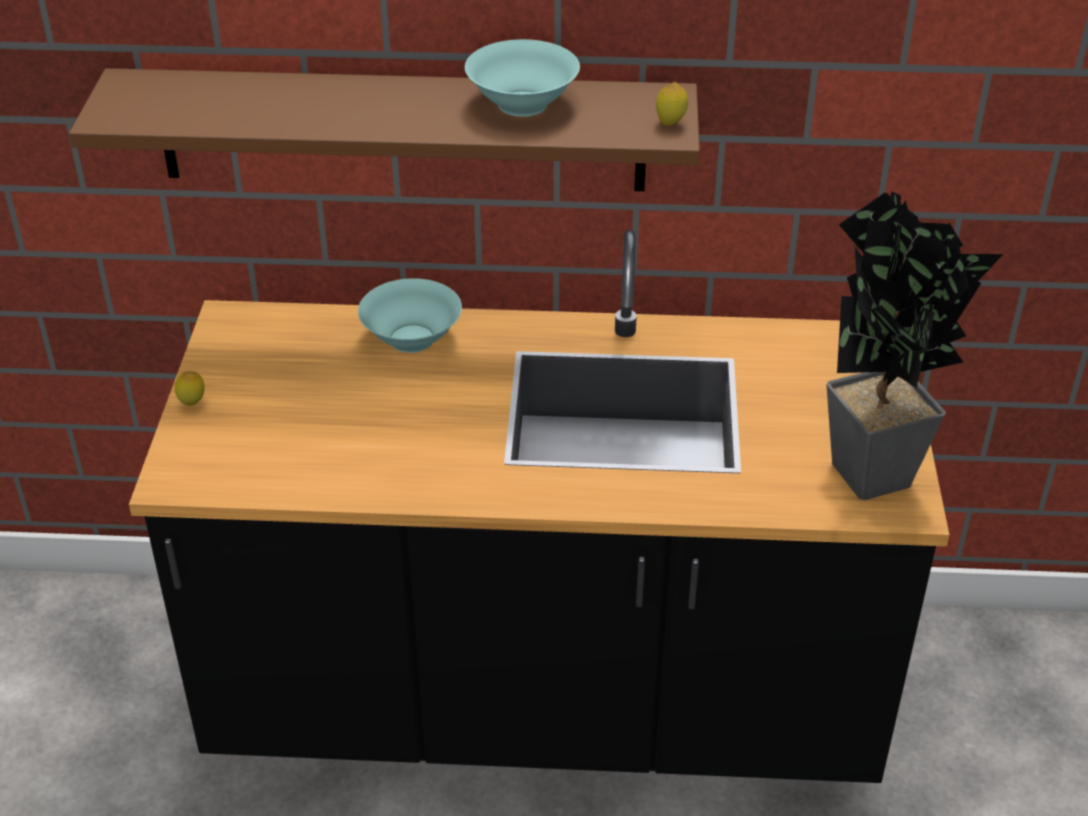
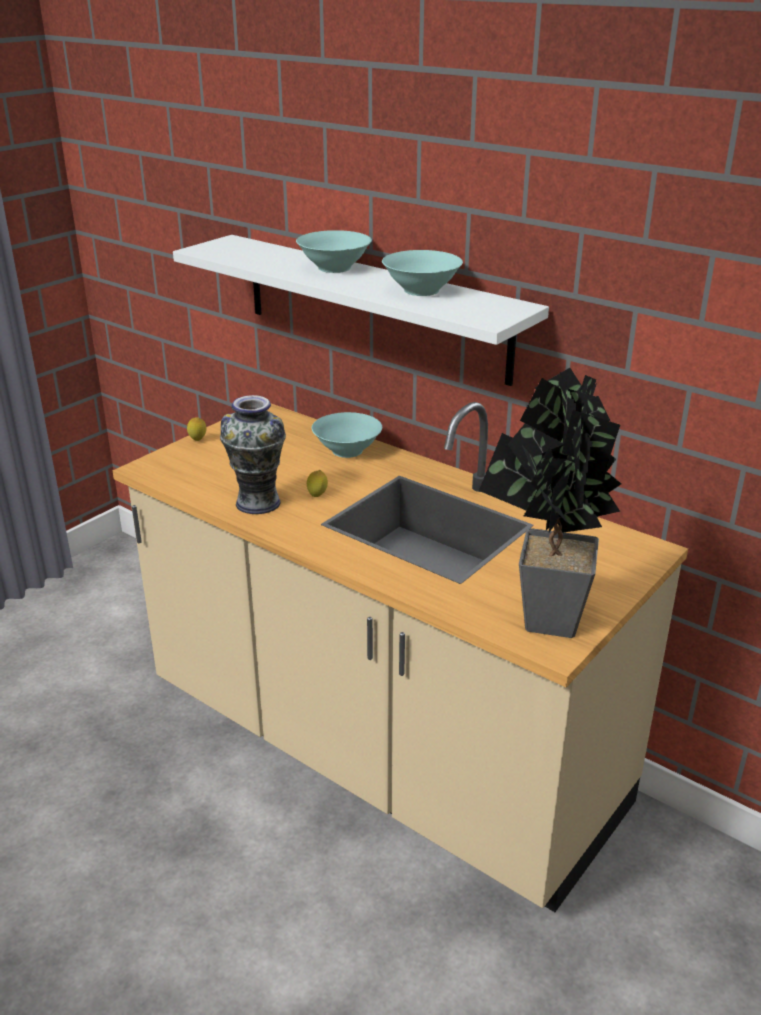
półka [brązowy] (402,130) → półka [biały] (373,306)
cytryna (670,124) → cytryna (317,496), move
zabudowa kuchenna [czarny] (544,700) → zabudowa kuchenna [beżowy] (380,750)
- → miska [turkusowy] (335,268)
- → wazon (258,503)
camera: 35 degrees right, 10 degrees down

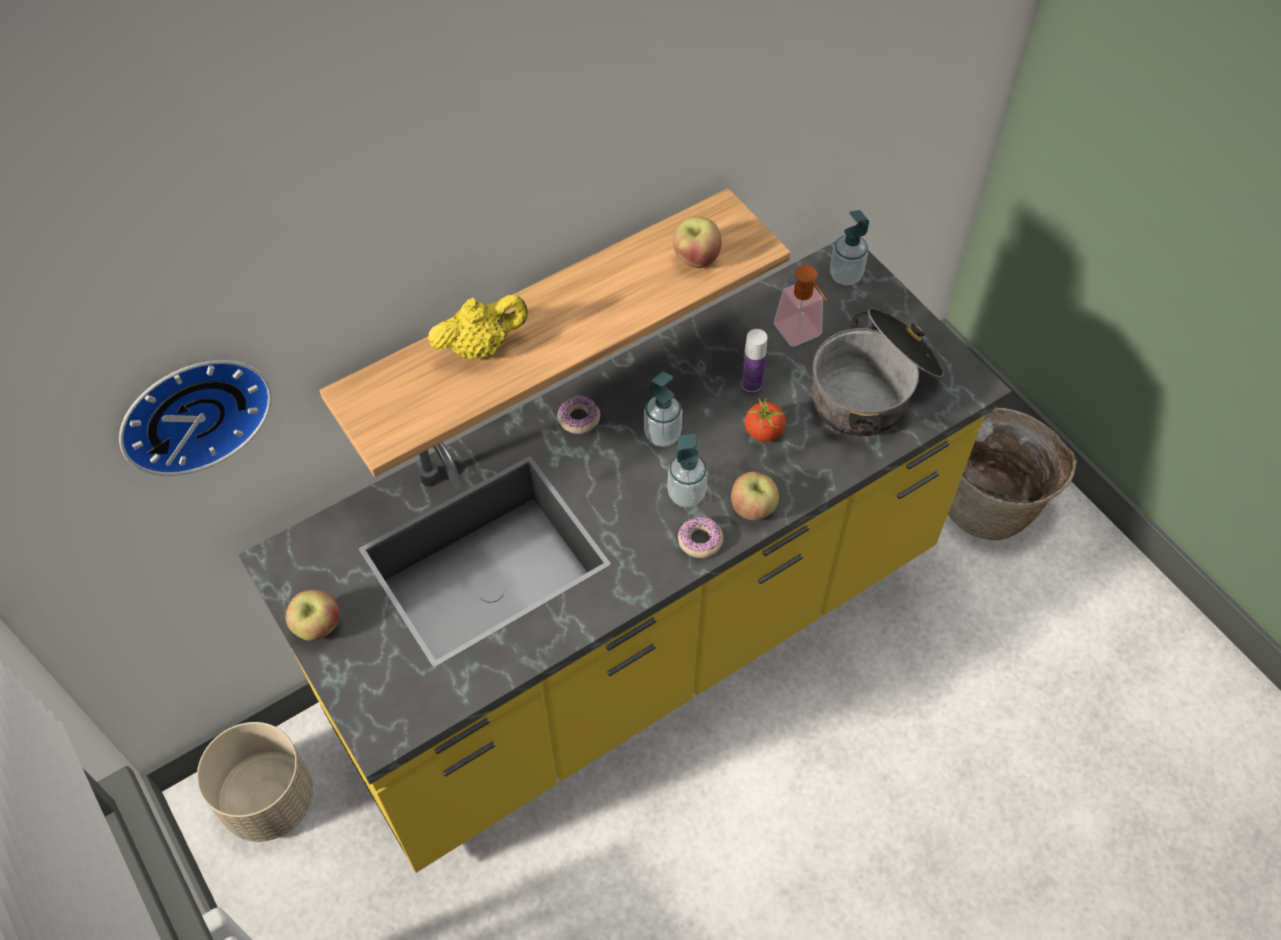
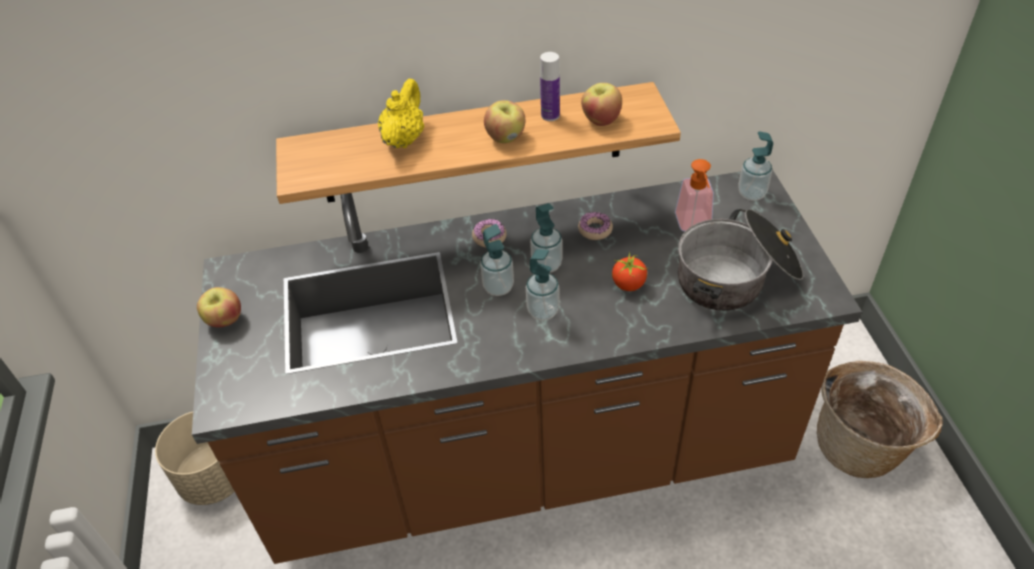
zabudowa kuchenna [żółty] (640,640) → zabudowa kuchenna [brązowy] (527,458)
imbryk [żółty] (481,347) → imbryk [żółty] (404,139), 75 degrees counterclockwise
butelka (751,384) → butelka (550,115), move
zegar ścienny (192,410) → -
jabłko (753,508) → jabłko (506,137), move
donut (700,540) → donut (595,230), move
- → dozownik mydła (498,287)
camera: 25 degrees right, 10 degrees down

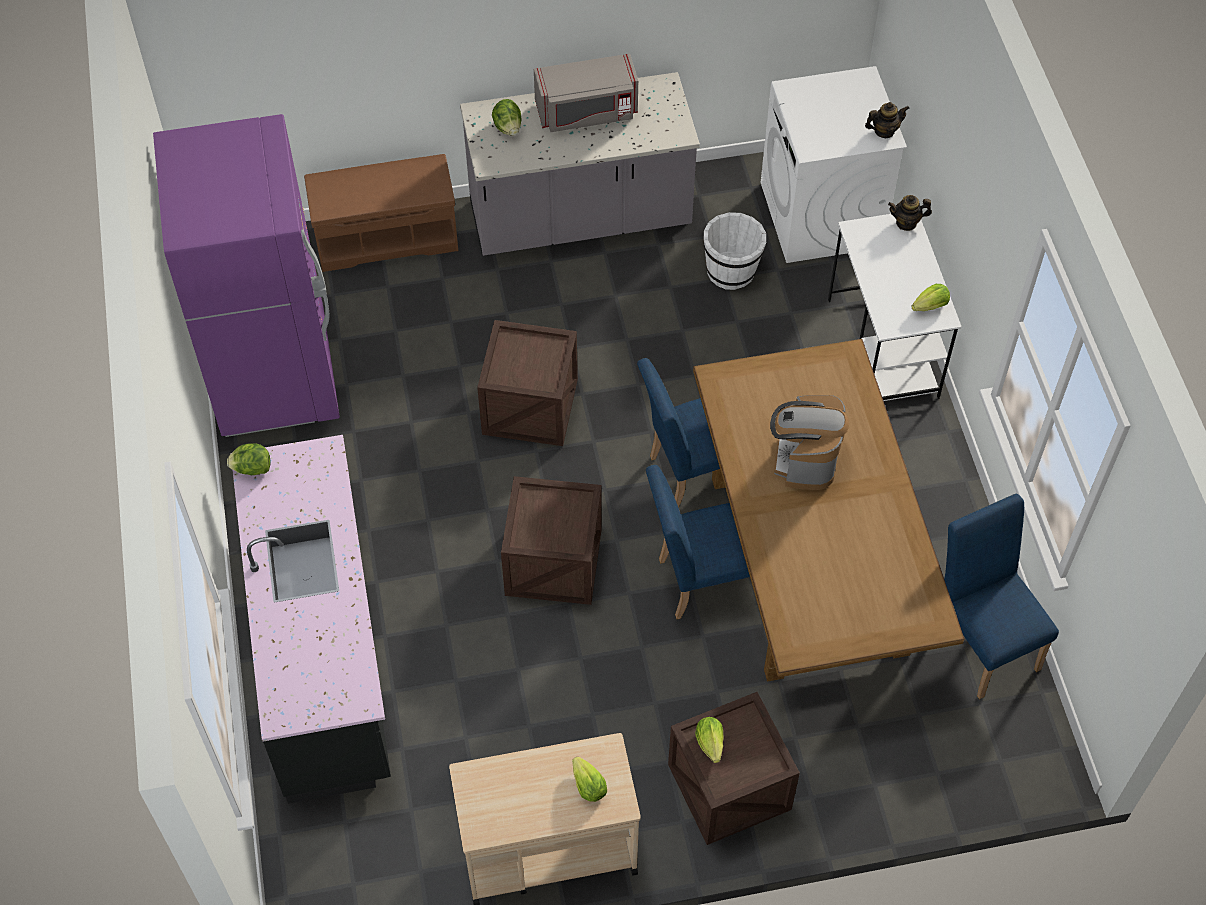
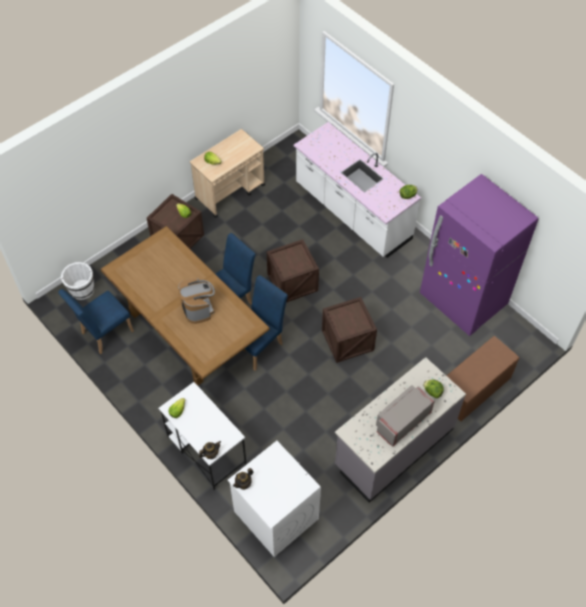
wiadro [biały] (731,271) → wiadro [biały] (82,290), move
zabudowa kuchenna [czarny] (324,653) → zabudowa kuchenna [biały] (352,212)
krzesło [niebieski] (981,640) → krzesło [niebieski] (104,334), 105 degrees clockwise
camera: 150 degrees right, 0 degrees up

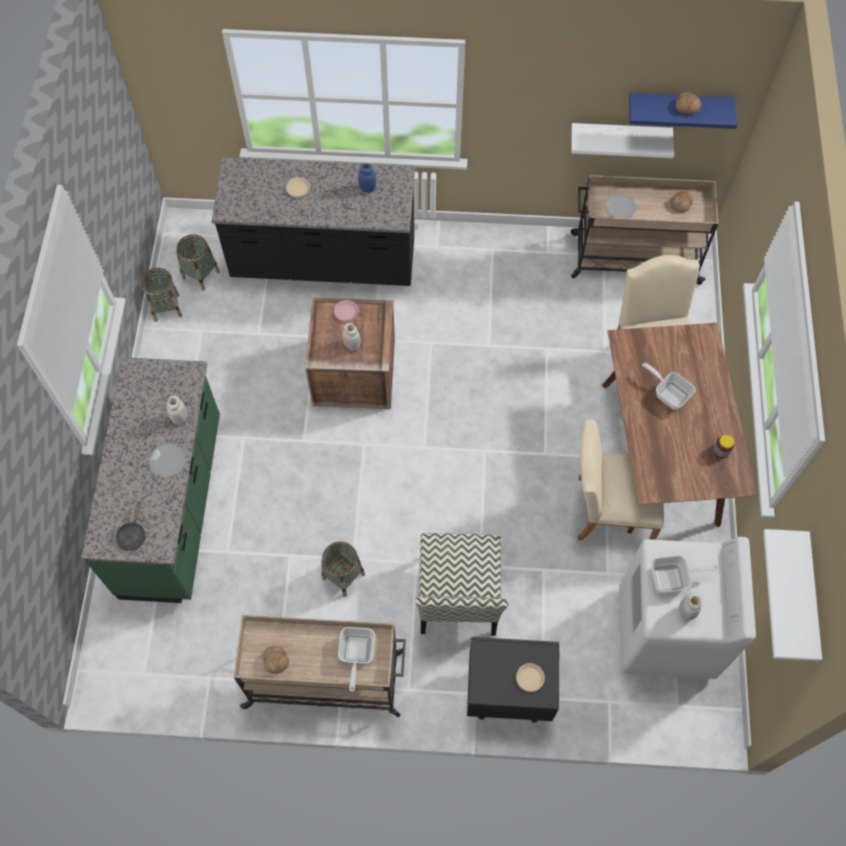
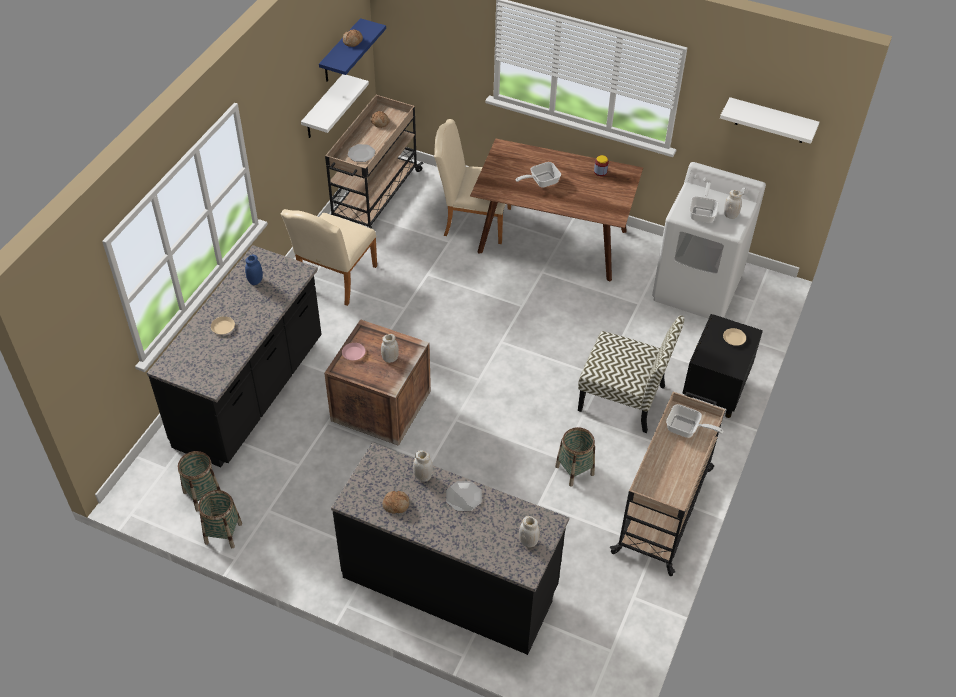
zabudowa kuchenna [zielony] (174,506) → zabudowa kuchenna [czarny] (450,582)
krzesło [beżowy] (608,509) → krzesło [beżowy] (334,280), move
patelnia [czarny] (133,535) → słoik [biały] (528,541)
chleb (276,660) → chleb (396,504), move
camera: 70 degrees left, 15 degrees down

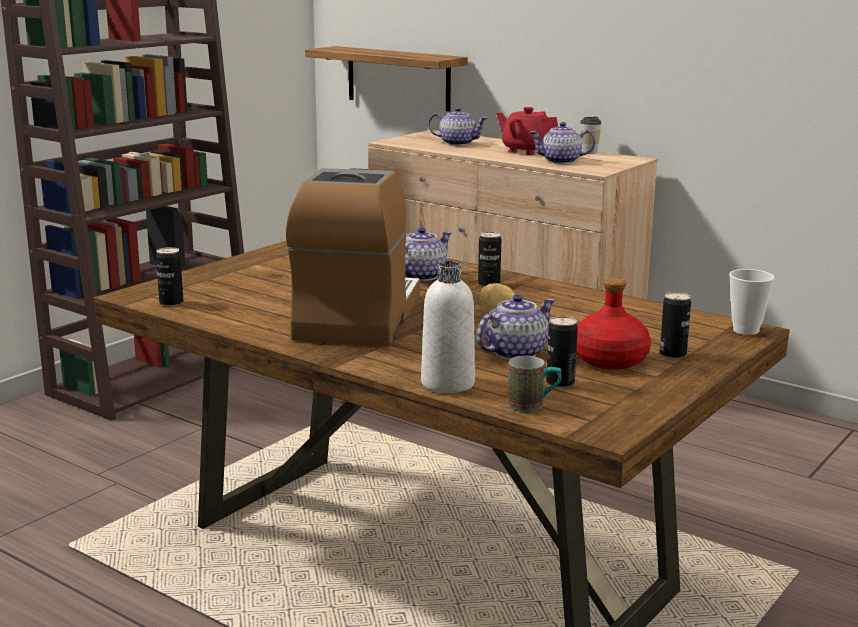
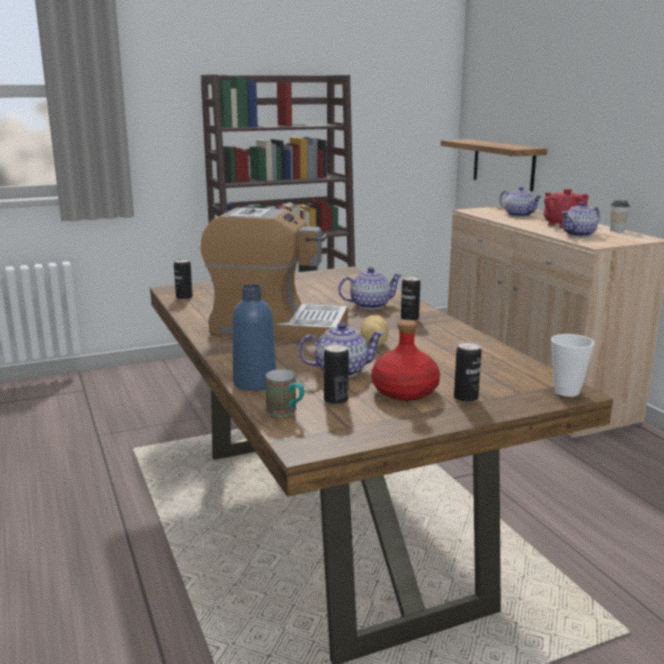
imbryk (561,161) → imbryk (579,234), 60 degrees counterclockwise
ekspres do kawy (357,318) → ekspres do kawy (277,326), 60 degrees clockwise
butelka [biały] (447,384) → butelka [niebieski] (255,383)
camera: 30 degrees right, 0 degrees up

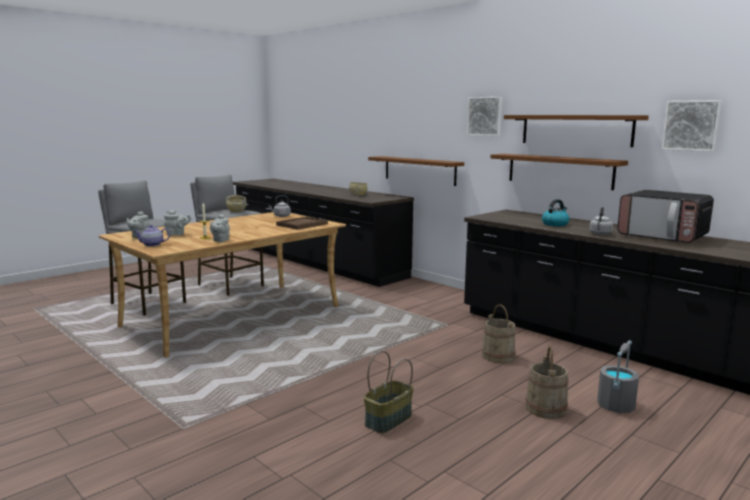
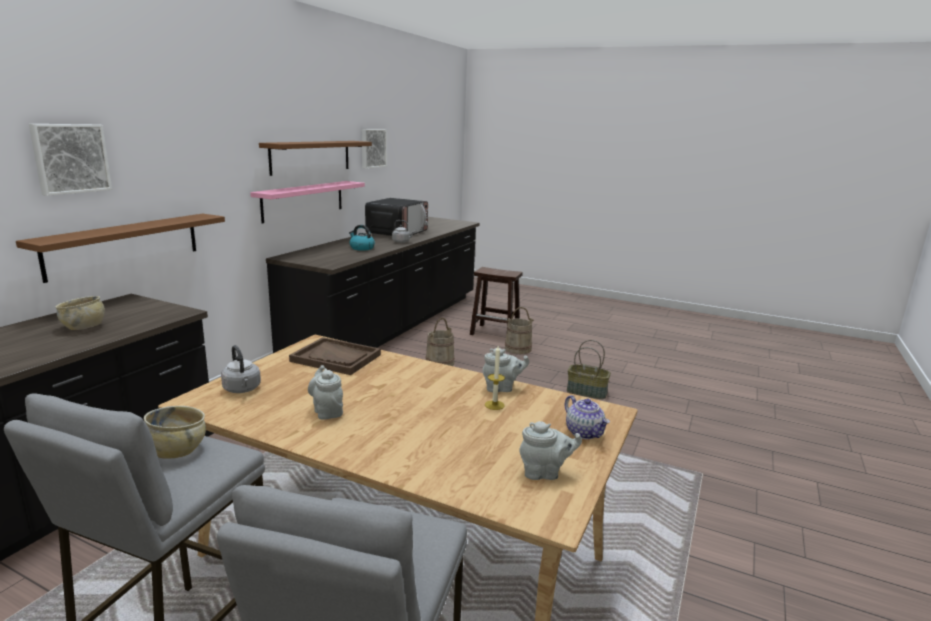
obraz (485,116) → obraz (70,158), move
półka [brązowy] (559,171) → półka [różowy] (303,200)
imbryk [szary] (177,234) → imbryk [szary] (327,411), move
wiadro [szary] (616,406) → stołek [brązowy] (495,332)
camera: 110 degrees left, 5 degrees up

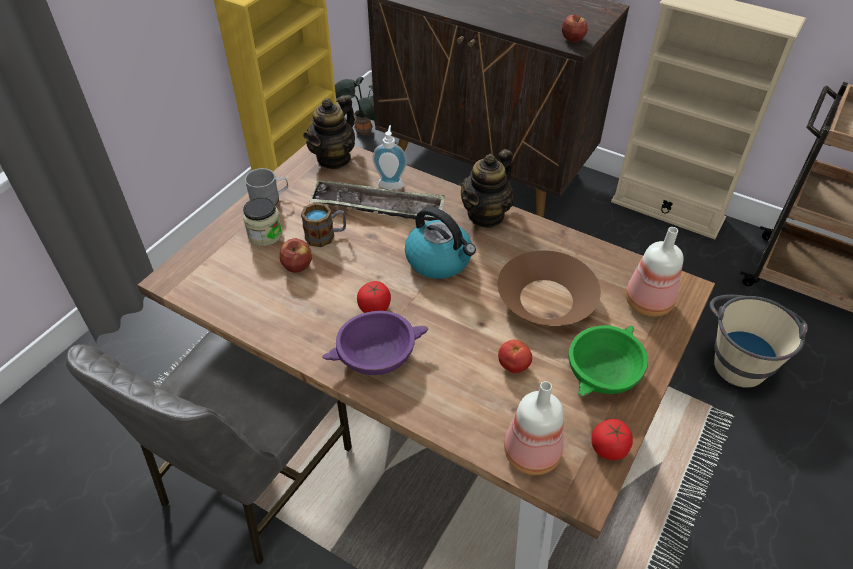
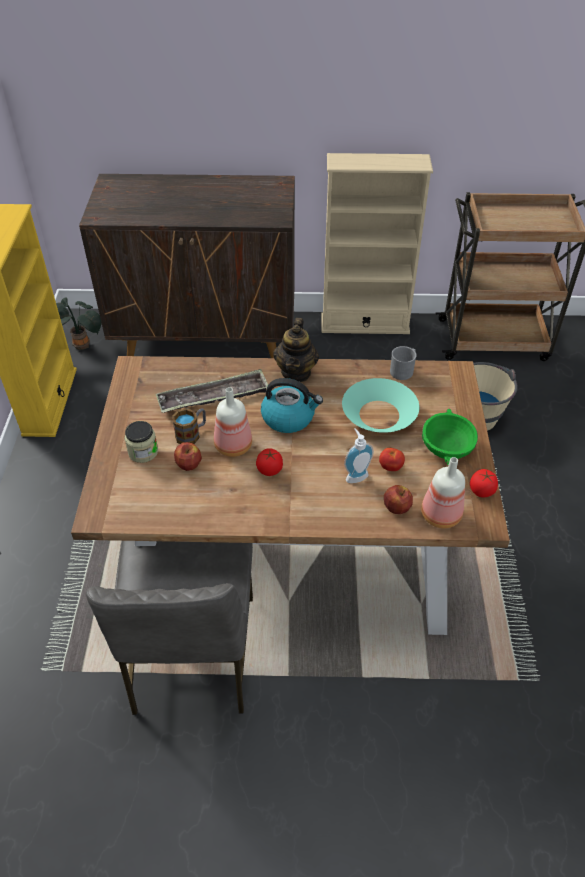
jabłko (572,39) → jabłko (396,507), move
imbryk (334,158) → -
dozownik mydła (391,183) → dozownik mydła (355,475), move
kubek [szary] (270,199) → kubek [szary] (403,370), move
butelka (646,302) → butelka (232,446), move
miska [brązowy] (546,299) → miska [turkusowy] (379,414)
miska [fioletowy] (376,356) → -
camera: 30 degrees left, 0 degrees up

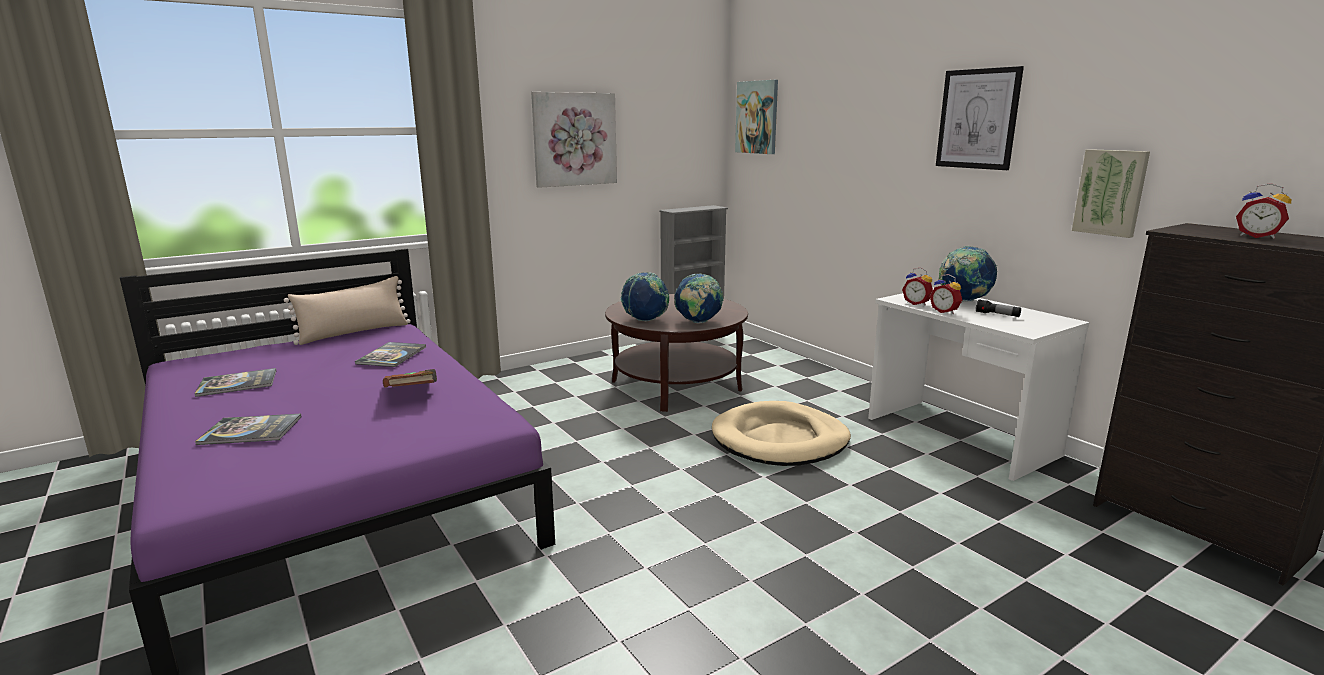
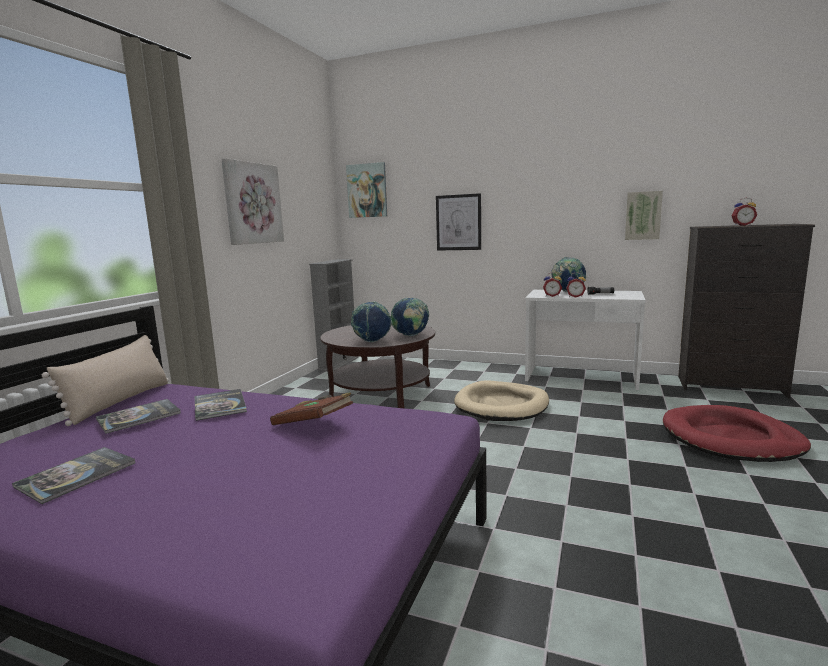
obraz (978,119) → obraz (458,222), move
książka (251,431) → książka (139,417), move
- → legowisko [czerwony] (731,439)
camera: 35 degrees left, 5 degrees down

